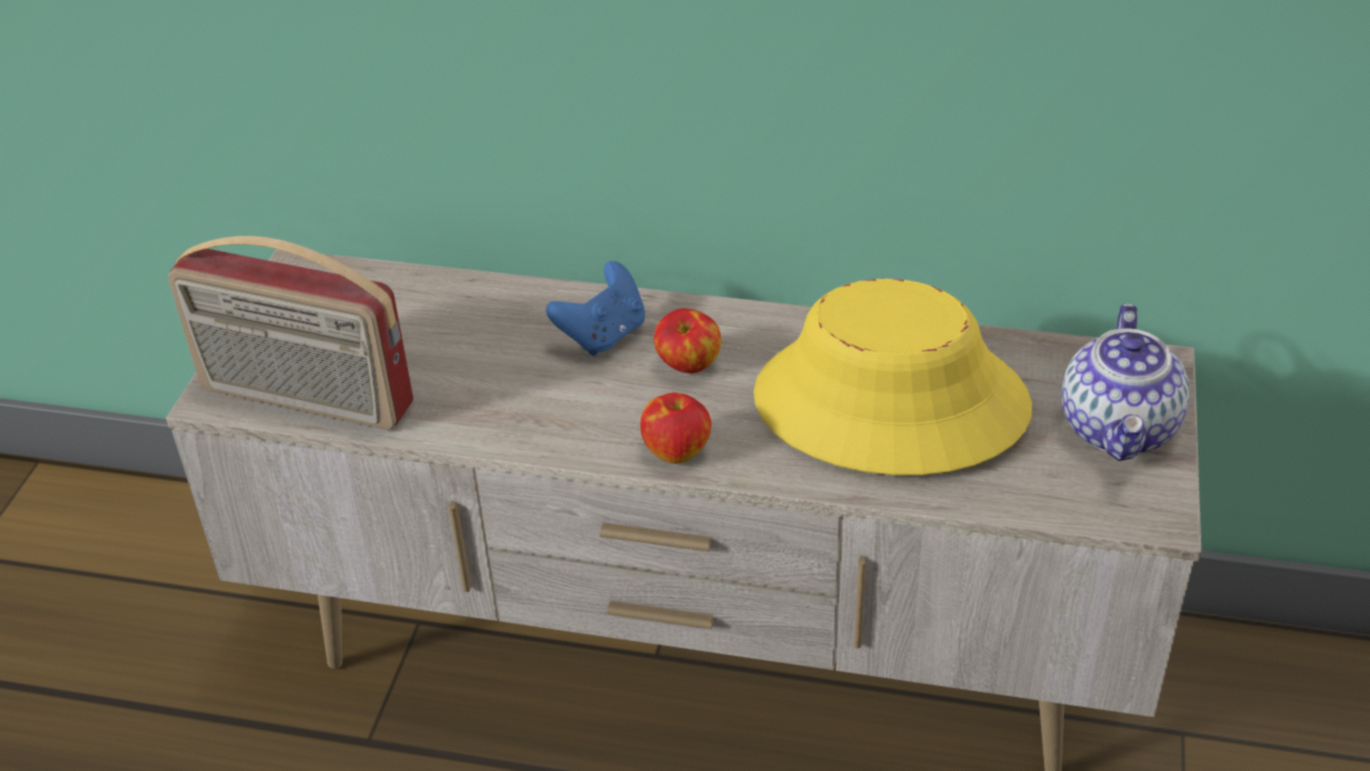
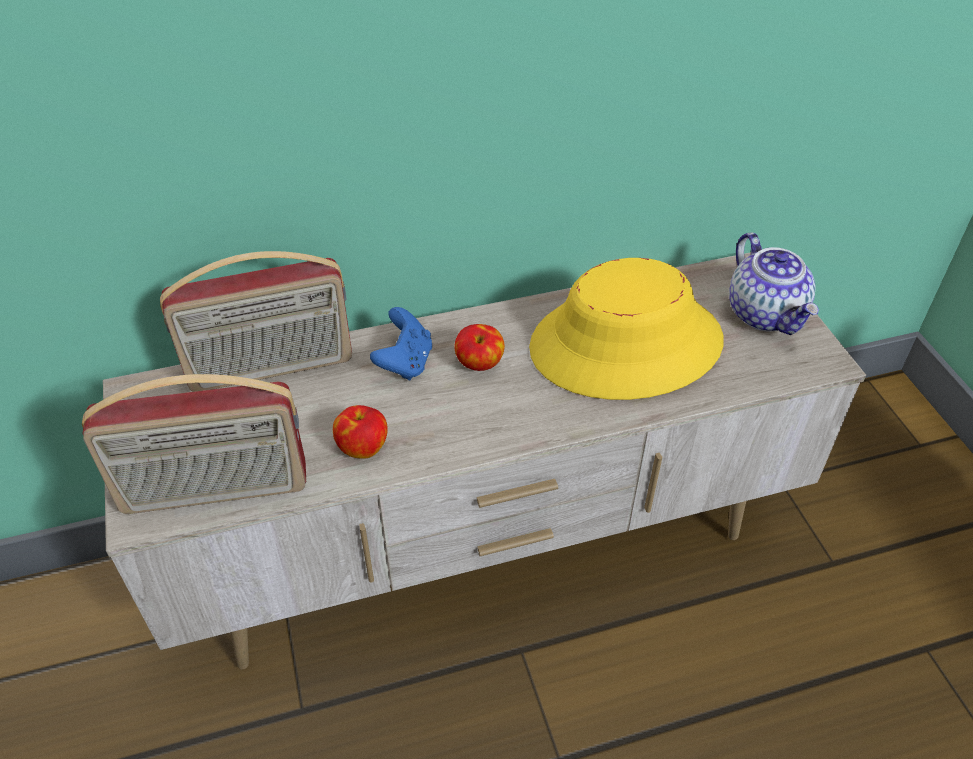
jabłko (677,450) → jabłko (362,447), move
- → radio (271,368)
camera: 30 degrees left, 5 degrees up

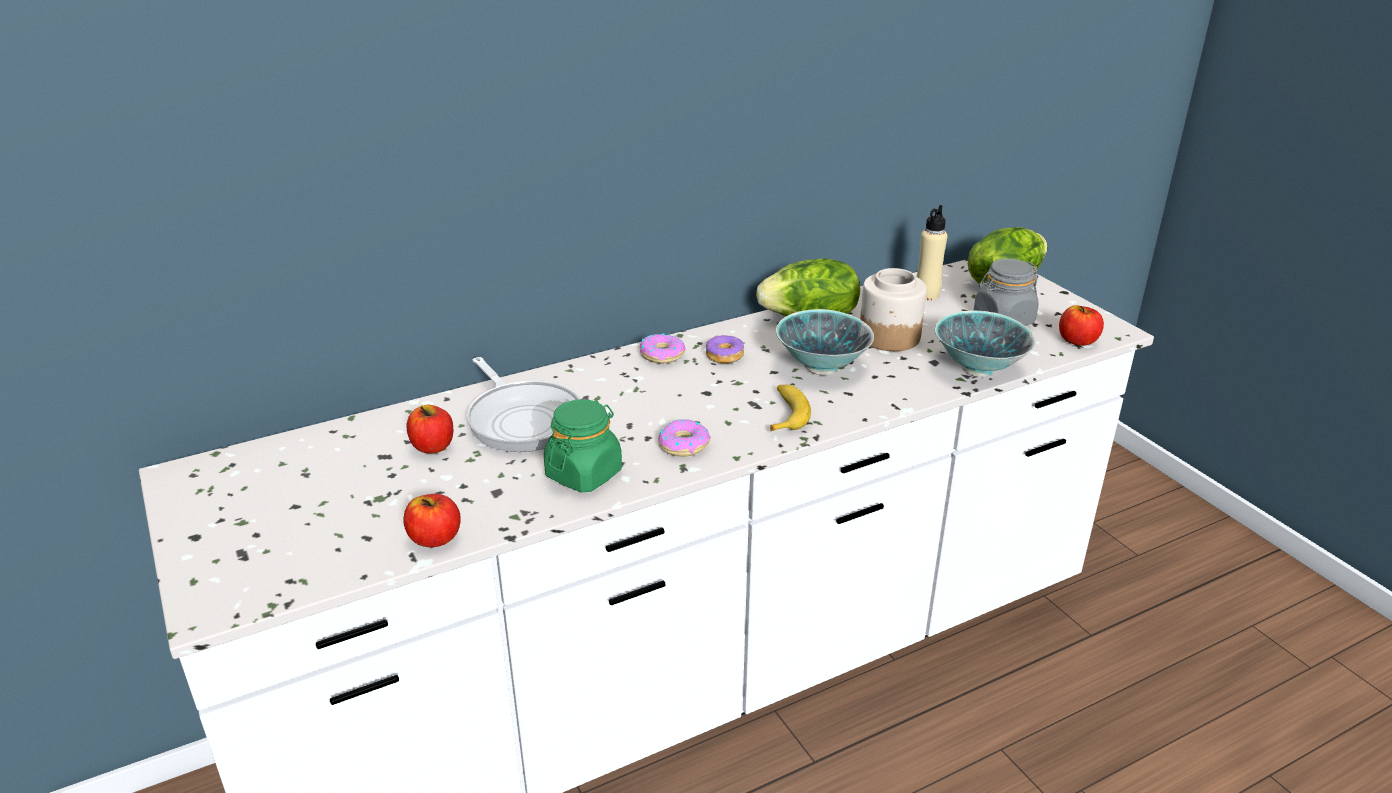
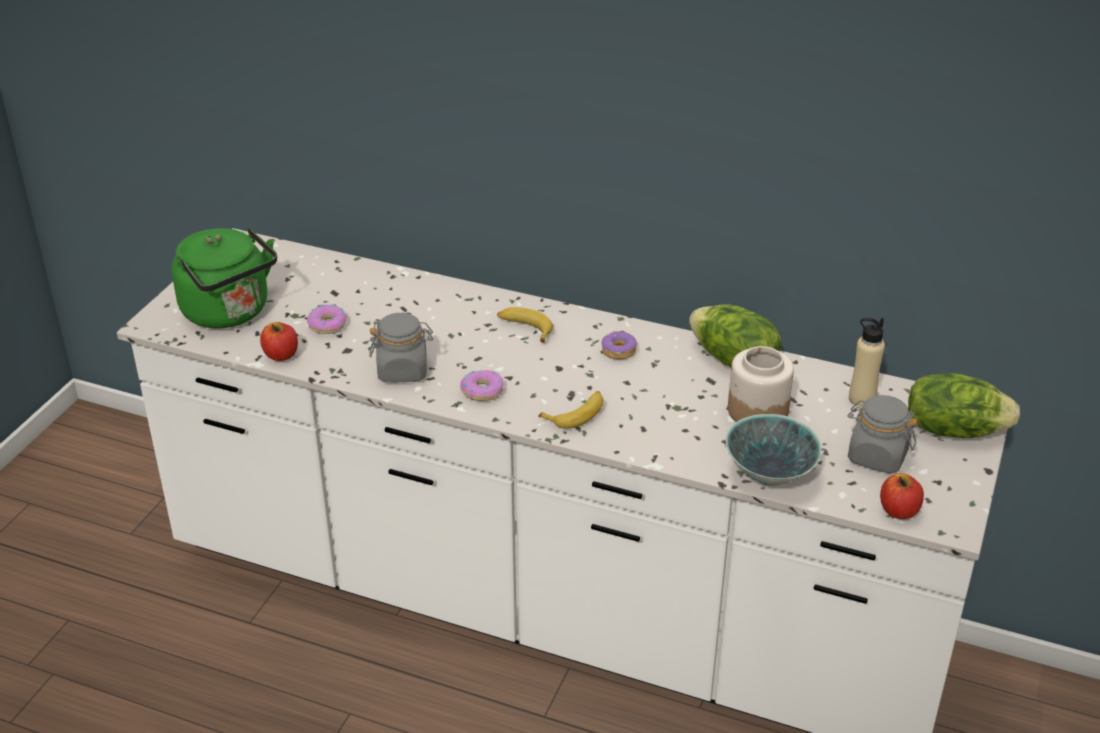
miska (821,367) → -
donut (662,355) → donut (328,324), move
patelnia (523,419) → -
słoik [zielony] (584,474) → słoik [szary] (403,370)
jabłko (433,446) → -
- → czajnik [zielony] (230,313)
- → banan (524,328)
camera: 50 degrees right, 5 degrees up

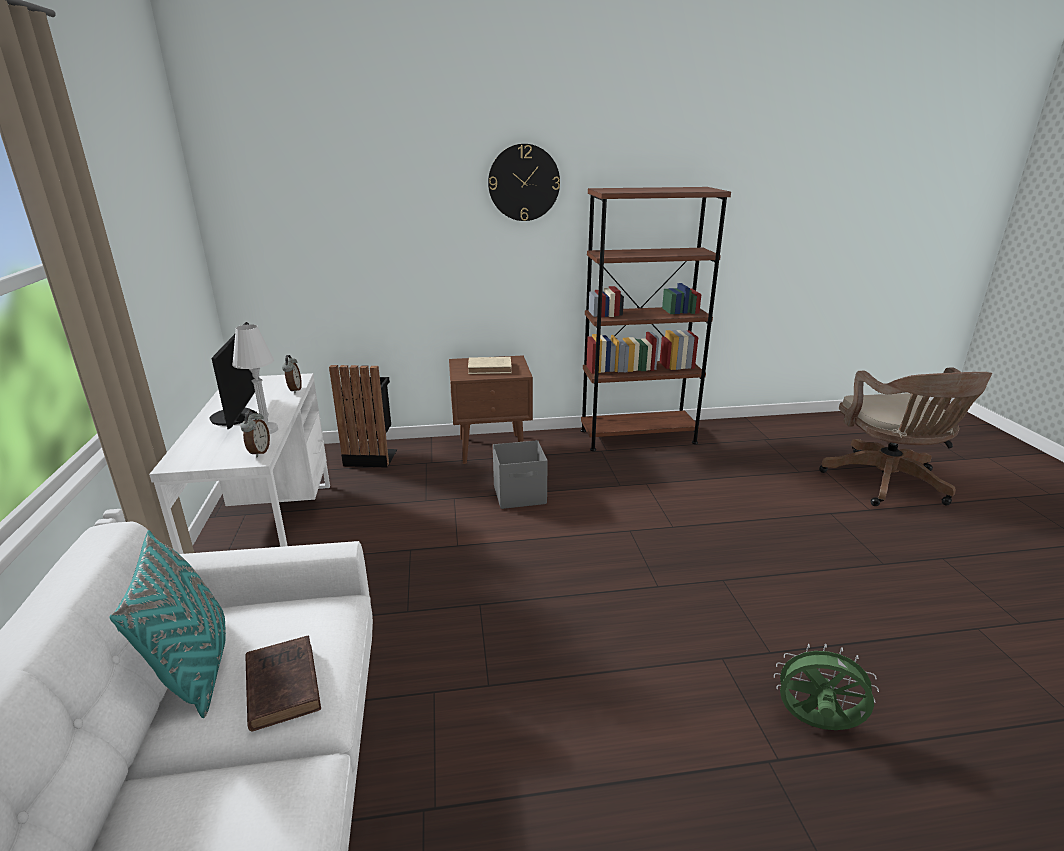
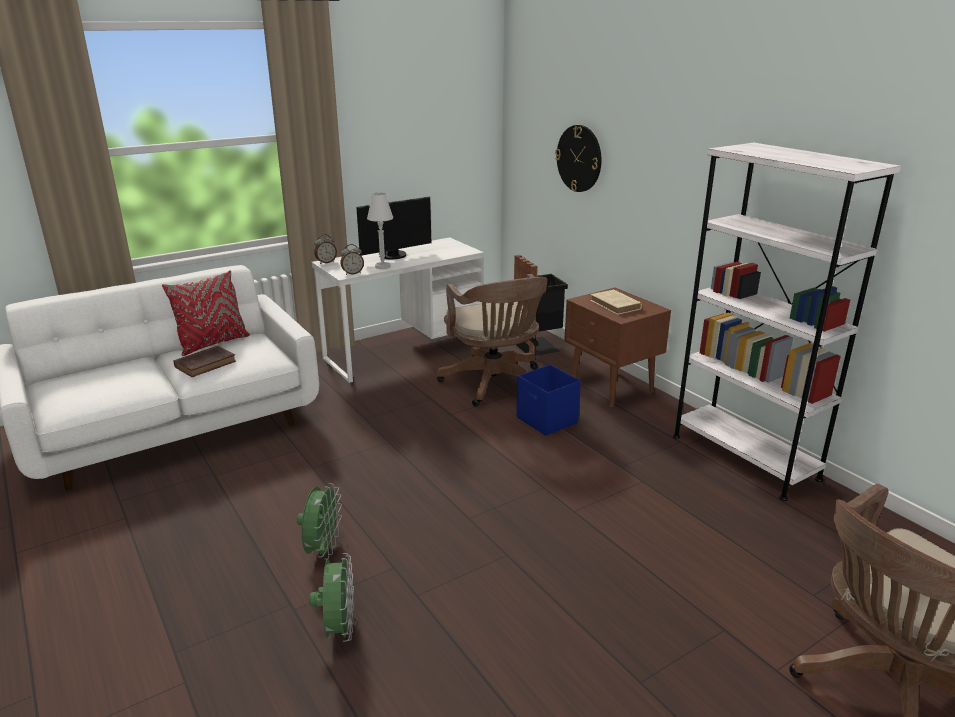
zegar ścienny (524,183) → zegar ścienny (579,158), move
regał [brązowy] (638,436) → regał [biały] (744,457)
budzik (294,390) → budzik (326,262), move
pojemnik do przechowywania [szary] (520,495) → pojemnik do przechowywania [niebieski] (547,420)
poduszka [turkusowy] (195,668) → poduszka [czerwony] (213,343)
- → krzesło biurowe [brązowy] (495,385)
- → wentylator [zielony] (323,550)
camera: 65 degrees right, 0 degrees up

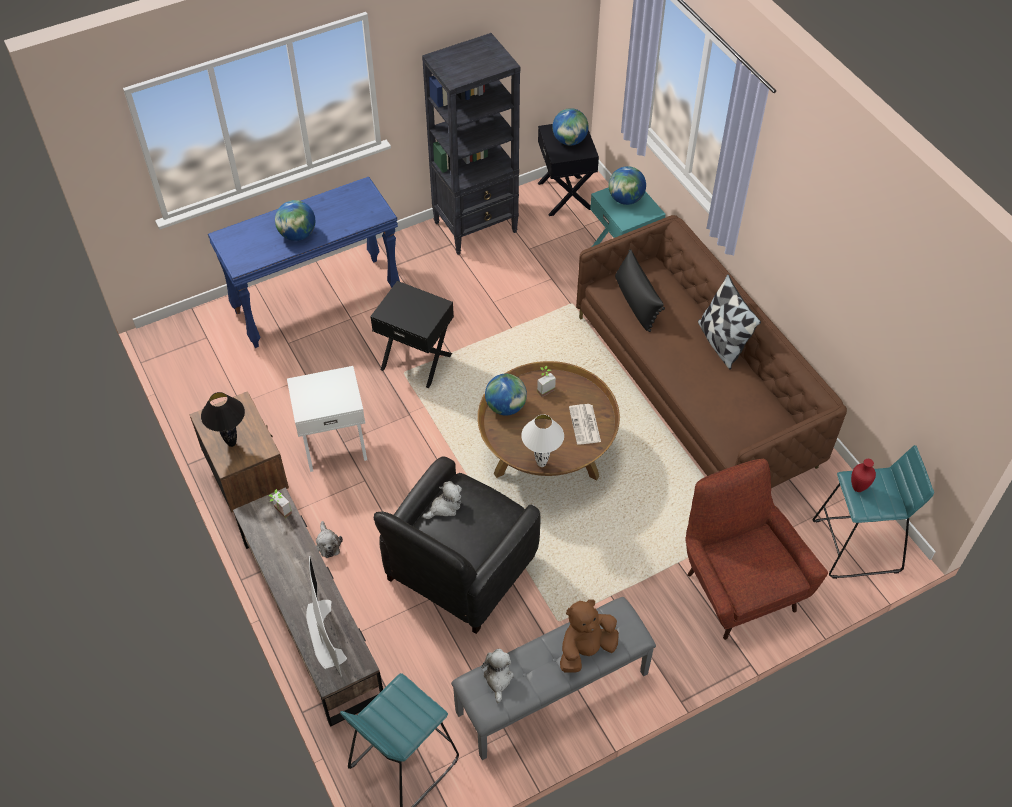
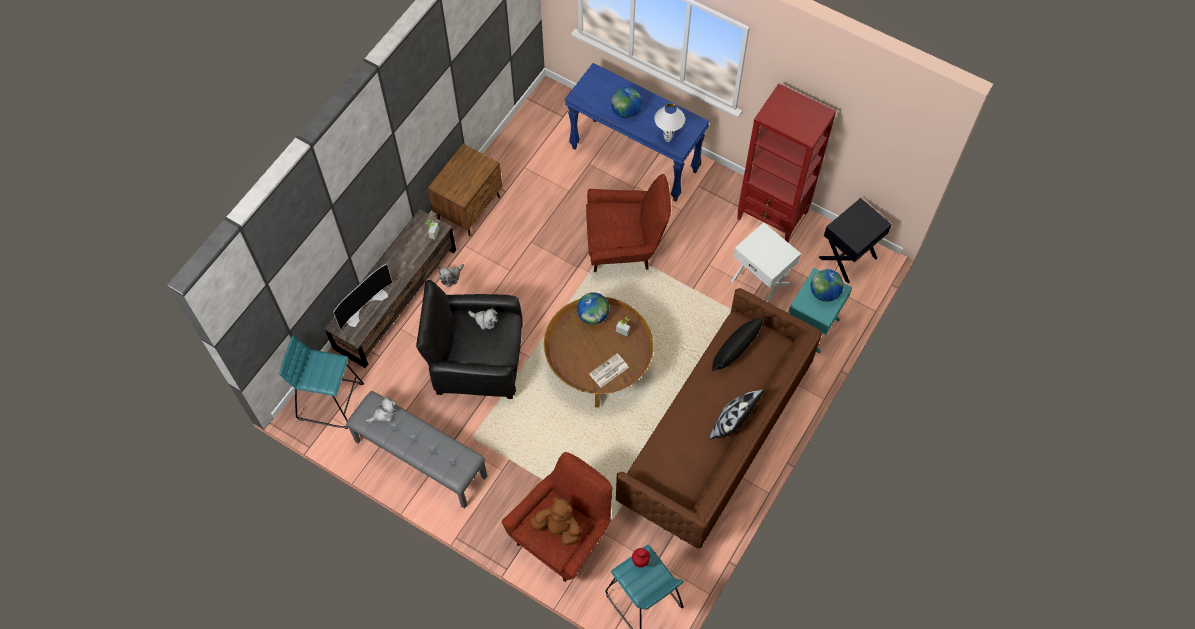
regał [czarny] (476,227) → regał [czerwony] (772,216)
globus (569,141) → -
stolik [czarny] (417,361) → fotel [czerwony] (624,246)
stolik [biały] (334,443) → stolik [biały] (761,281), move
lampa stołowa [czarny] (232,443) → -
lampa stołowa [biały] (541,463) → lampa stołowa [biały] (668,139), move
pluszak [brązowy] (586,649) → pluszak [brązowy] (558,528), move
camera: 60 degrees right, 10 degrees up

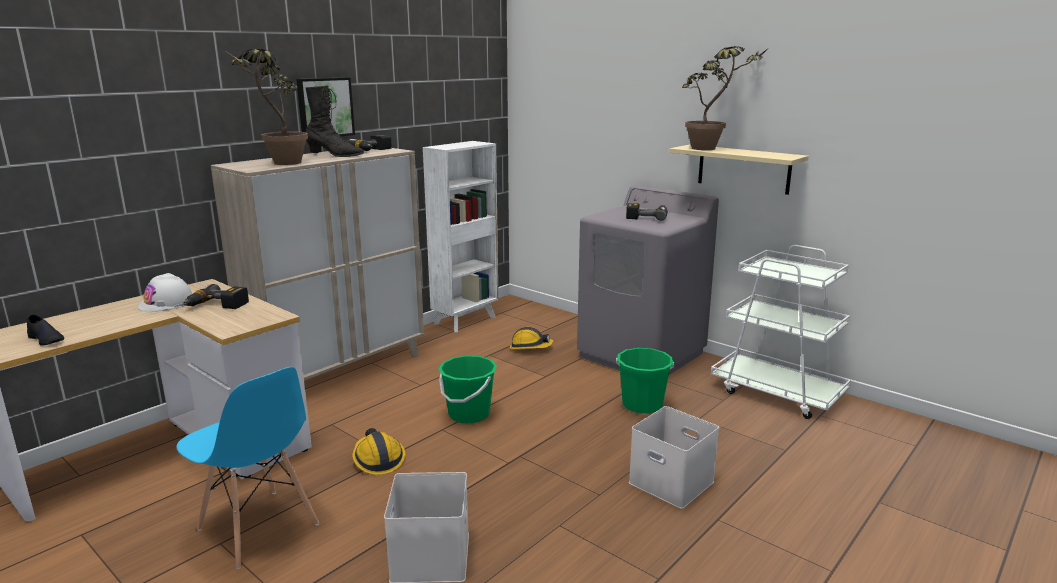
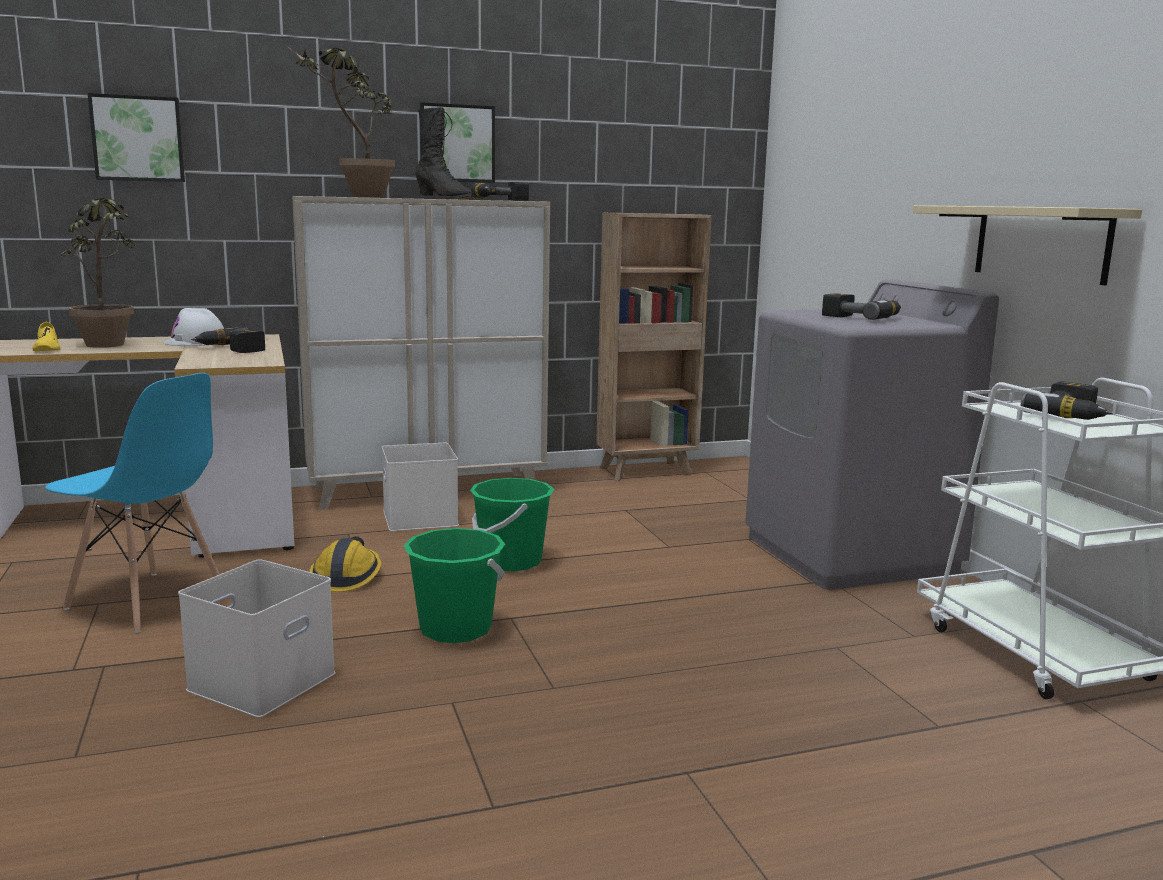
roślina doniczkowa (712,149) → roślina doniczkowa (109,346), move
regał [biały] (466,320) → regał [brązowy] (647,471)
but [czarny] (46,339) → but [żółty] (47,349)
kask (530,347) → -
wiadro [zielony] (642,405) → wiadro [zielony] (456,629), move
krzesło [niebieski] (258,528) → krzesło [niebieski] (147,601), 45 degrees counterclockwise
pojemnik do przechowywania [biały] (673,482) → pojemnik do przechowywania [biały] (422,518), move
- → obraz (138,139)
- → wiertarka (1073,416)
camera: 30 degrees right, 5 degrees down

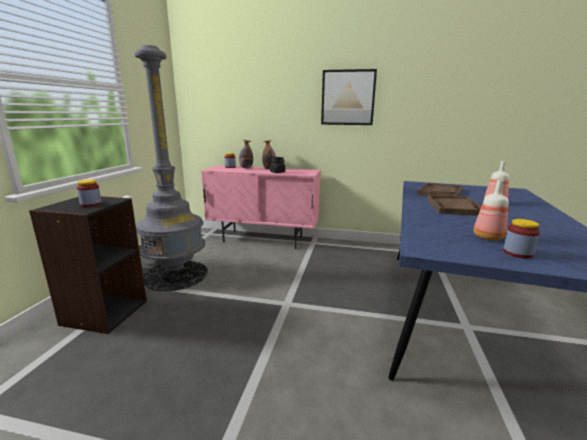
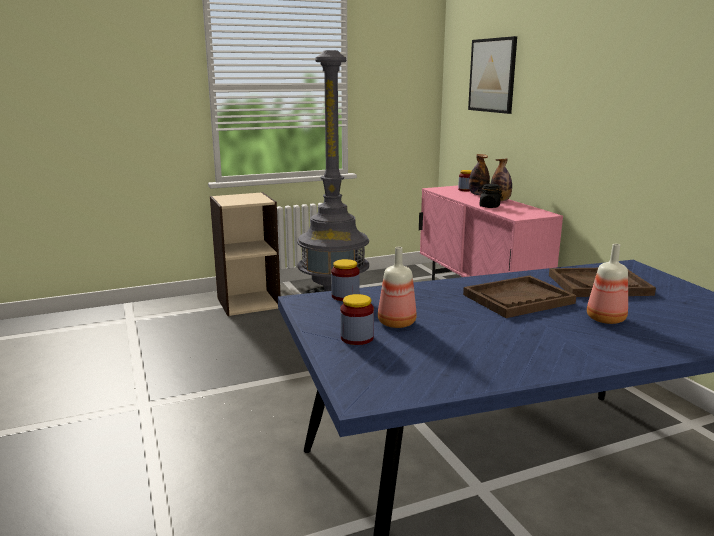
obraz (348,98) → obraz (492,75), move
słoik (91,204) → słoik (345,296), move
regał [czarny] (104,312) → regał [beżowy] (248,302)
camera: 55 degrees right, 0 degrees up

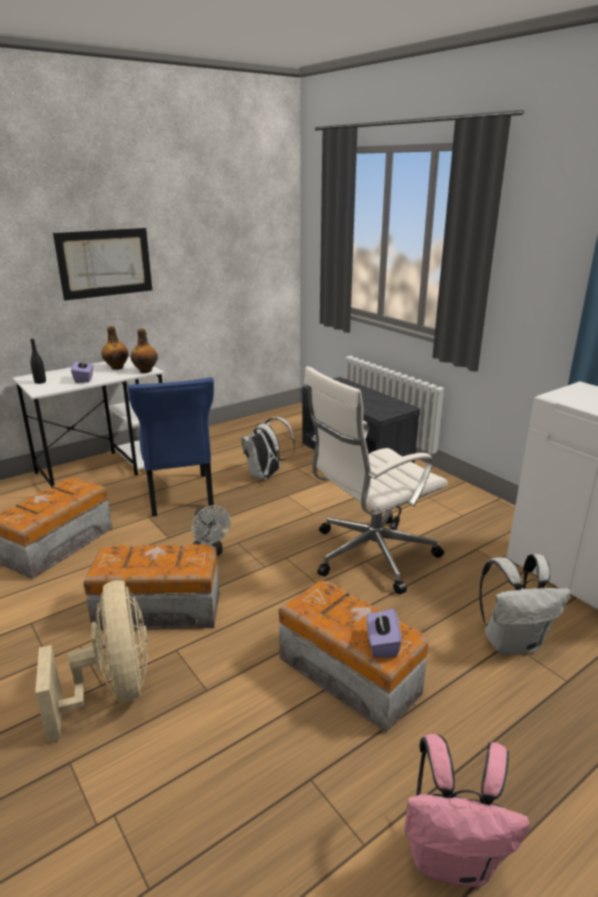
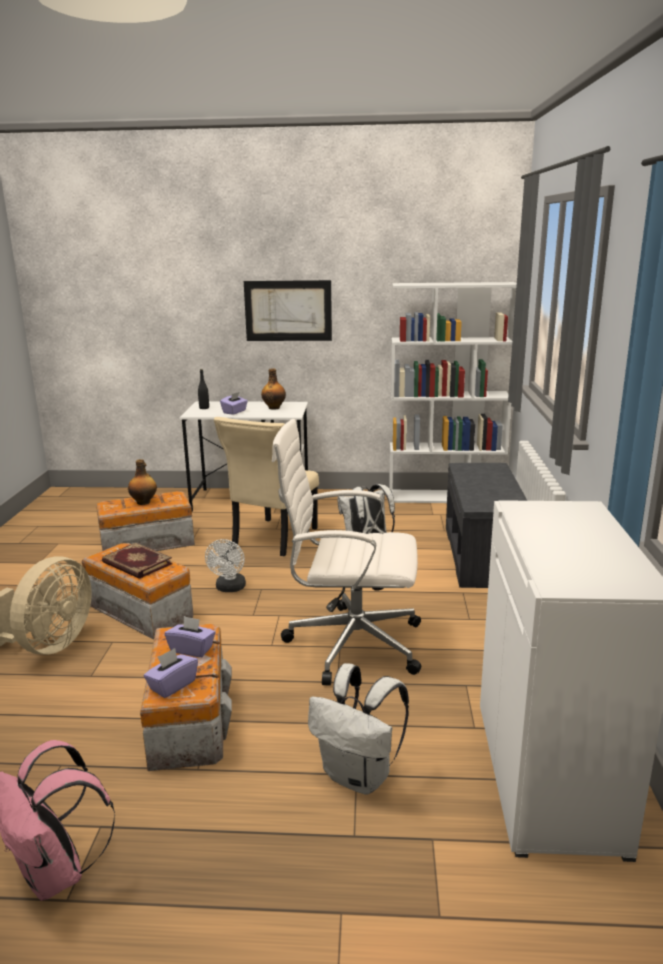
butelka (146,371) → butelka (144,502), move
krzesło [niebieski] (179,496) → krzesło [beżowy] (273,538)
- → regał [biały] (445,497)
- → książka (136,564)
- → pudełko chusteczek [fioletowy] (192,649)
camera: 40 degrees right, 5 degrees down

